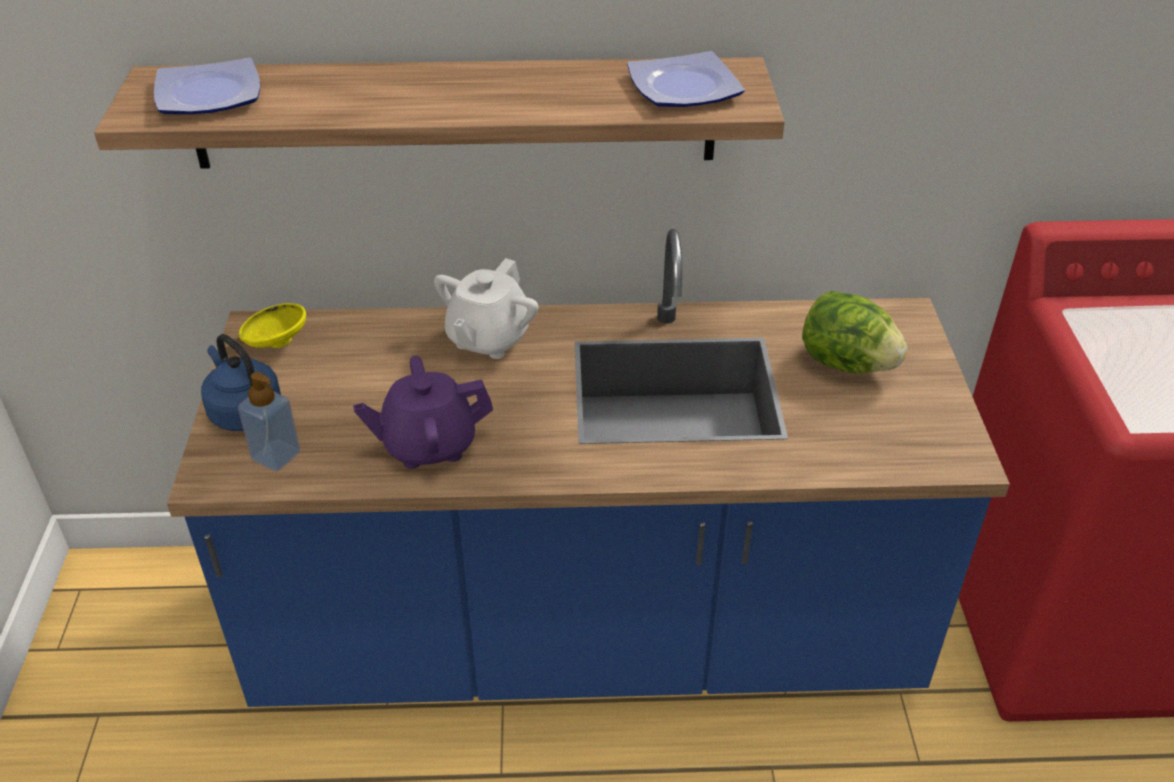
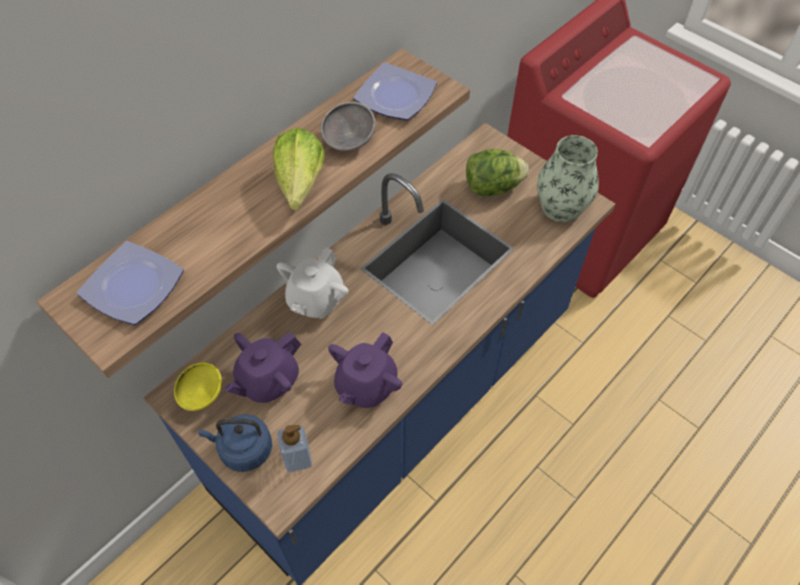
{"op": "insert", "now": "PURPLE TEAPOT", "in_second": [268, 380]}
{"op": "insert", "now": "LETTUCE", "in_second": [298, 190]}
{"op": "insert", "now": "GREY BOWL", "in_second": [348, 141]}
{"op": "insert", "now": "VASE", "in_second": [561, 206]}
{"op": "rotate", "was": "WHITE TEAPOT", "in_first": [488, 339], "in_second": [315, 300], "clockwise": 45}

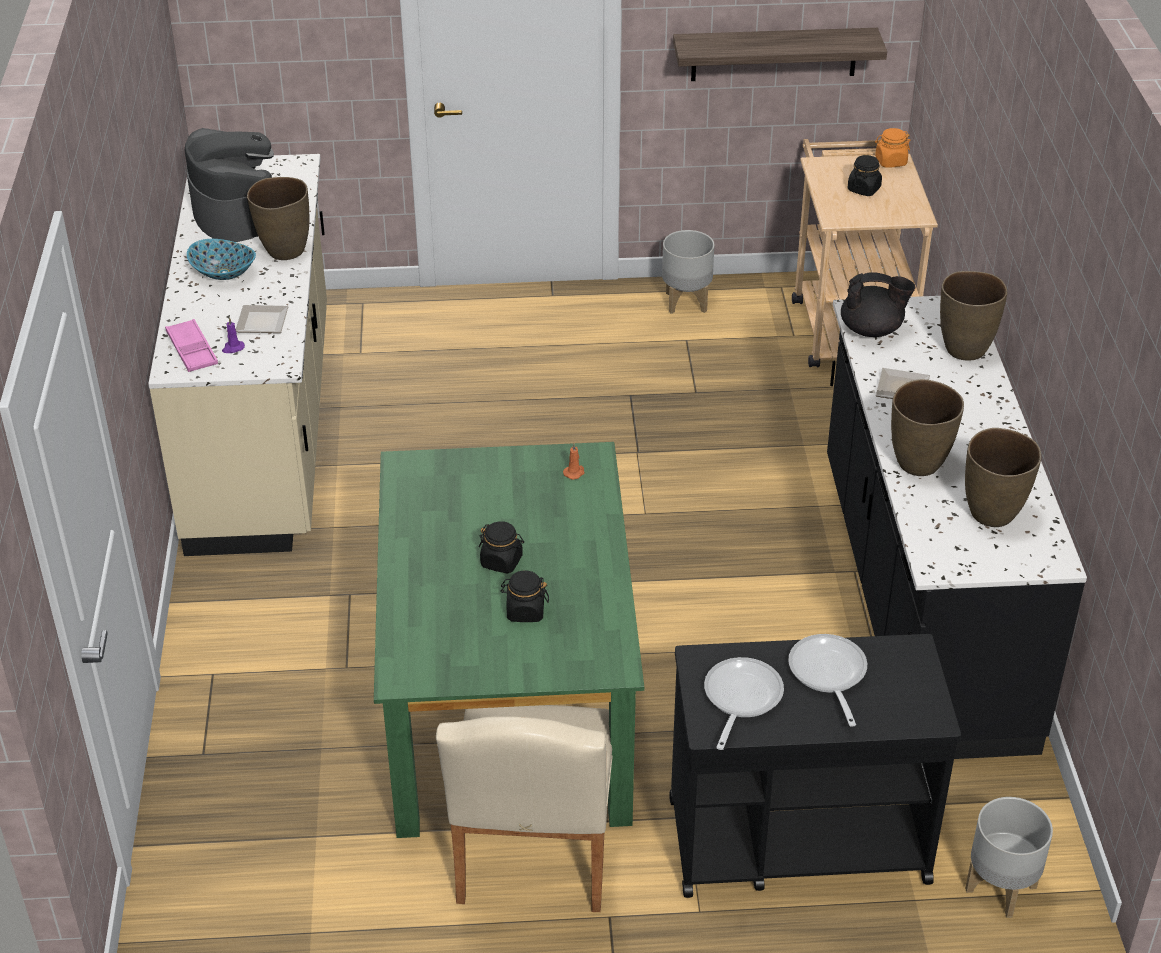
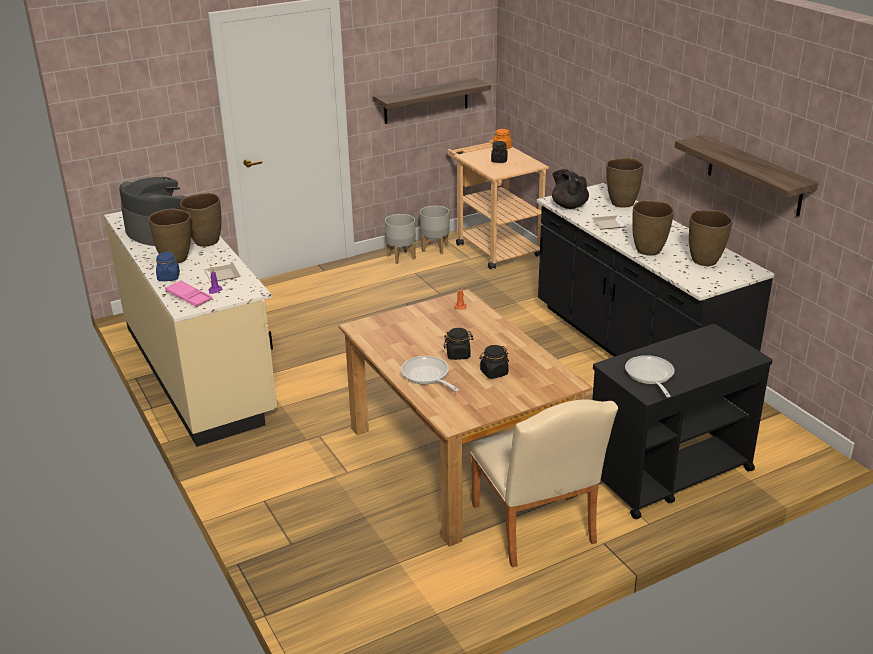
{"op": "insert", "now": "BLUE JAR", "in_second": [168, 277]}
{"op": "insert", "now": "SHELF", "in_second": [754, 176]}
{"op": "move", "was": "FRYING PAN", "in_first": [828, 675], "in_second": [427, 376]}
{"op": "move", "was": "GREY PLANTER", "in_first": [1000, 889], "in_second": [435, 248]}
{"op": "replace", "was": "BOWL", "now": "BROWN VASE", "in_first": [224, 272], "in_second": [176, 259]}
{"op": "recolor", "was": "GREEN DINING TABLE", "now": "BROWN DINING TABLE", "in_first": [511, 705], "in_second": [460, 461]}
{"op": "rotate", "was": "BLACK TEAPOT", "in_first": [872, 330], "in_second": [569, 206], "clockwise": -105}

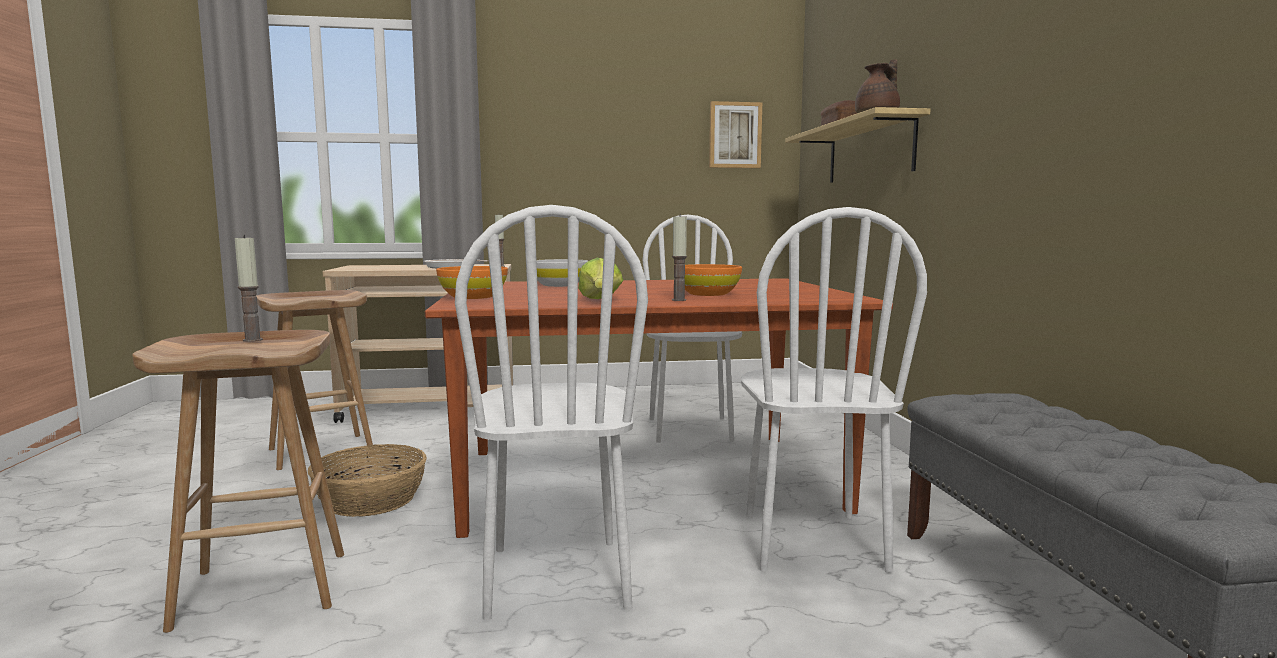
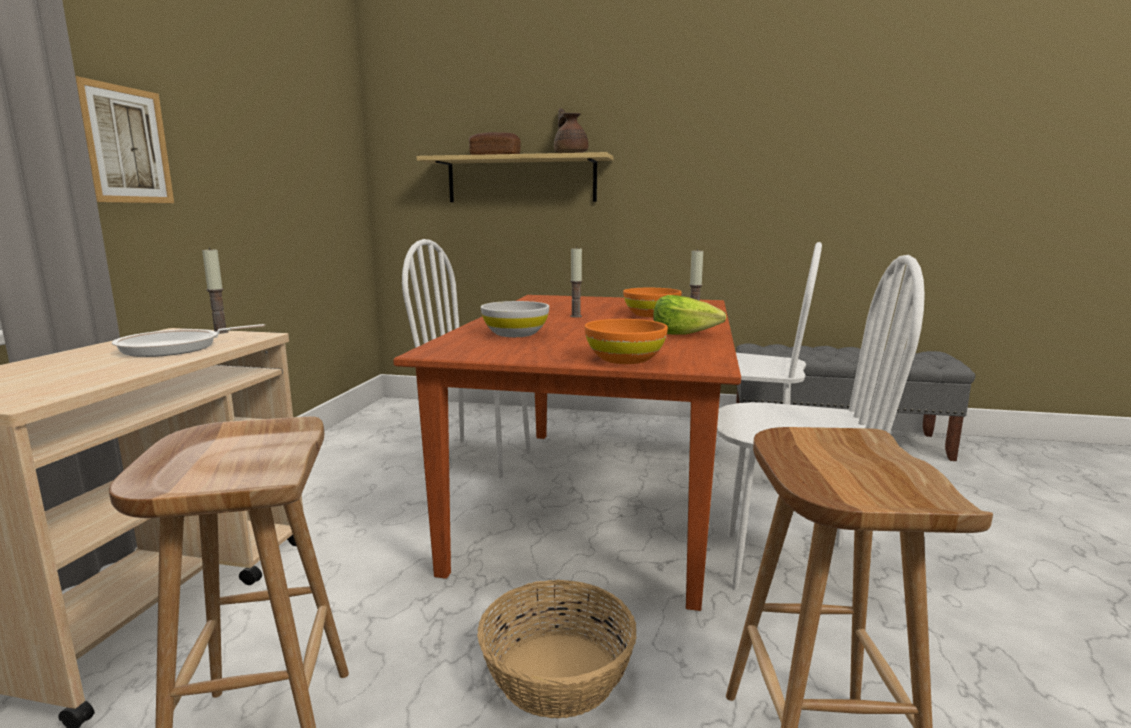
{"op": "move", "was": "CANDLE", "in_first": [252, 340], "in_second": [576, 316]}
{"op": "move", "was": "PICTURE", "in_first": [734, 135], "in_second": [122, 145]}

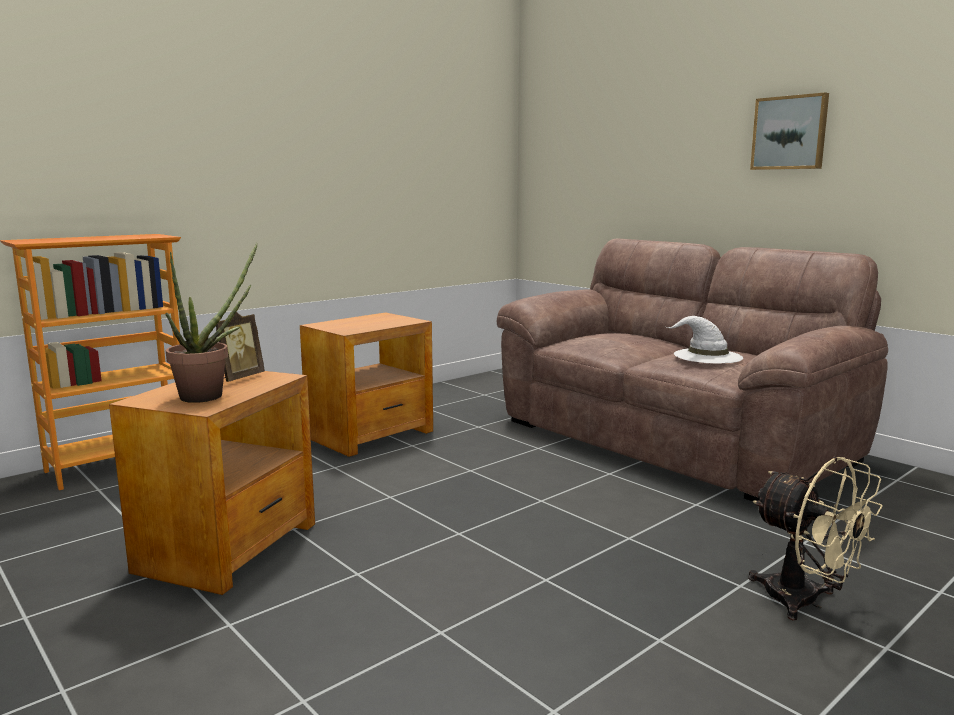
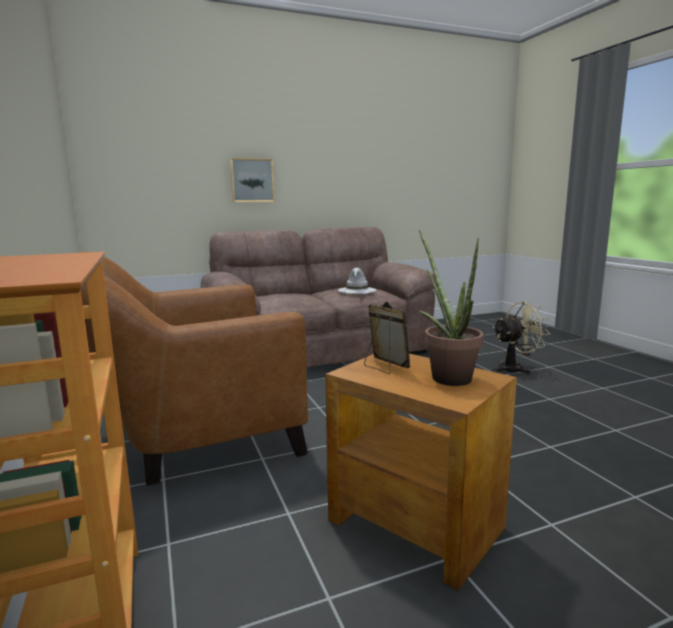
{"op": "move", "was": "PICTURE", "in_first": [790, 133], "in_second": [252, 180]}
{"op": "replace", "was": "BROWN SIDE TABLE", "now": "BROWN ARMCHAIR", "in_first": [371, 434], "in_second": [194, 434]}

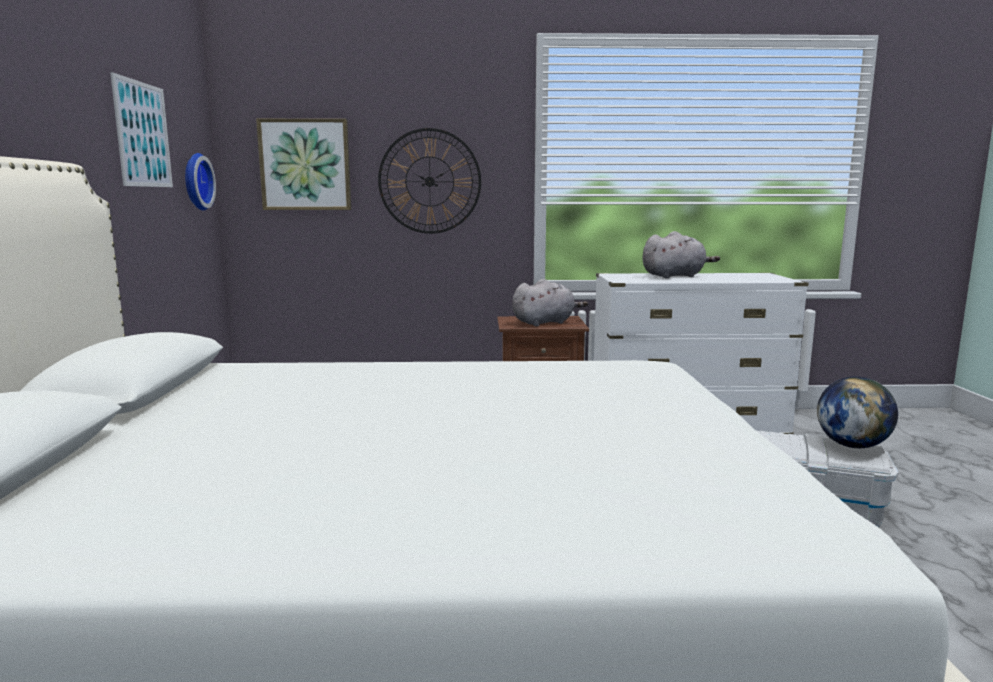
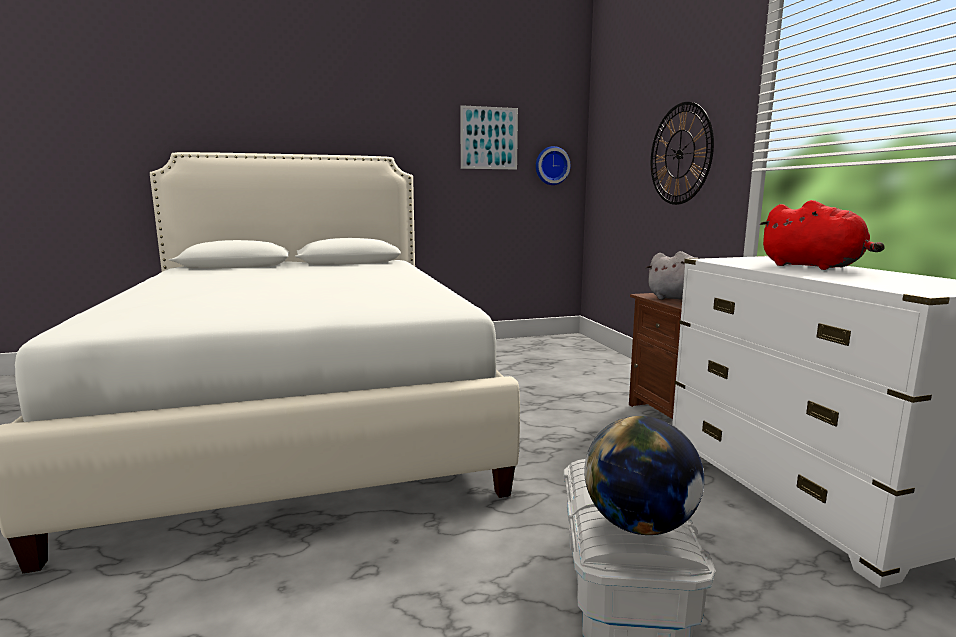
{"op": "delete", "was": "PICTURE", "in_first": [305, 165]}
{"op": "recolor", "was": "GREY PLUSH TOY", "now": "RED PLUSH TOY", "in_first": [675, 276], "in_second": [814, 267]}

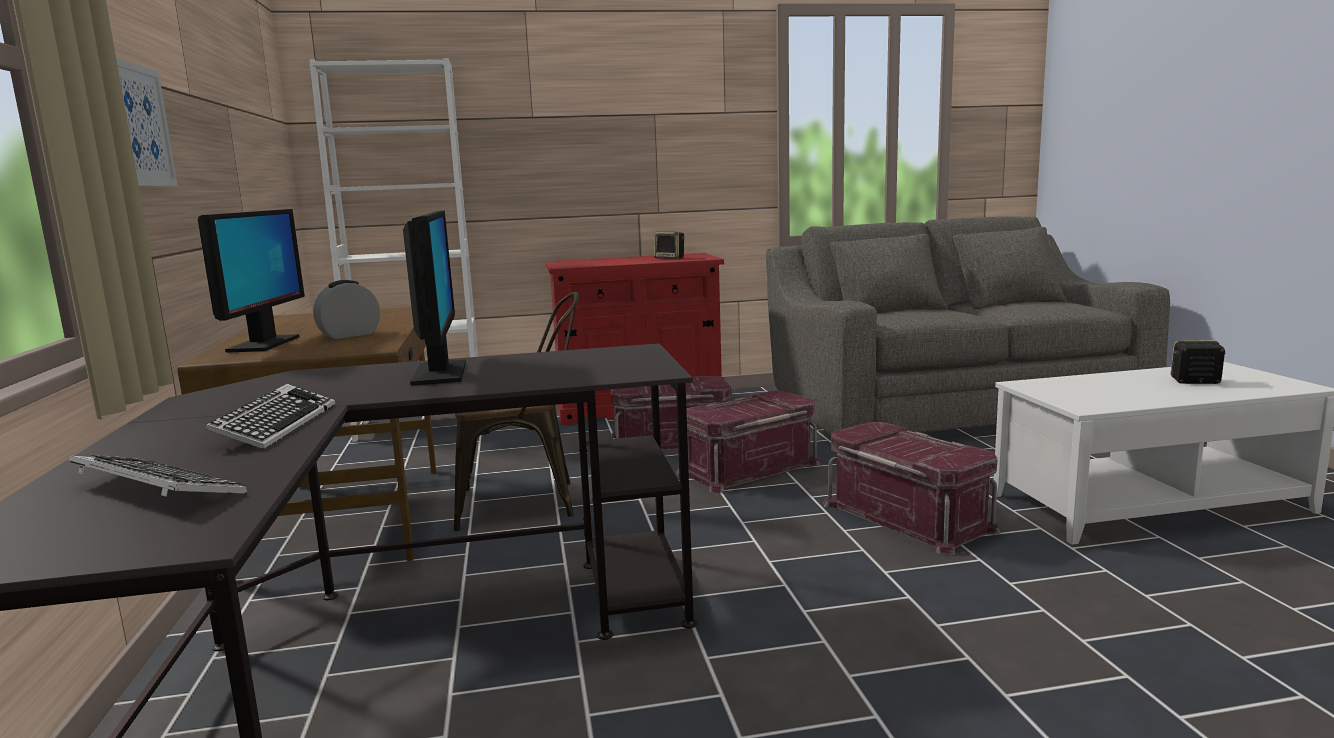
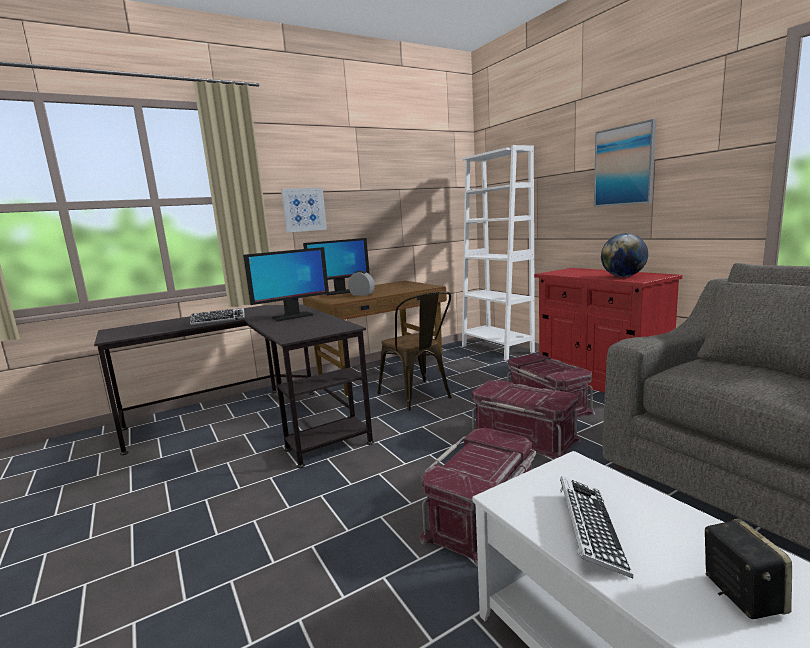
{"op": "insert", "now": "PICTURE", "in_second": [624, 166]}
{"op": "move", "was": "KEYBOARD", "in_first": [156, 490], "in_second": [590, 529]}
{"op": "replace", "was": "SPEAKER", "now": "GLOBE", "in_first": [670, 258], "in_second": [623, 276]}

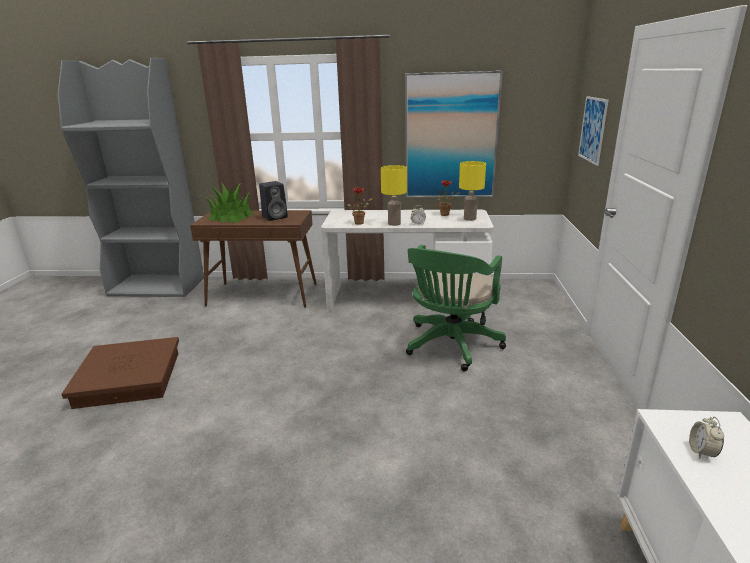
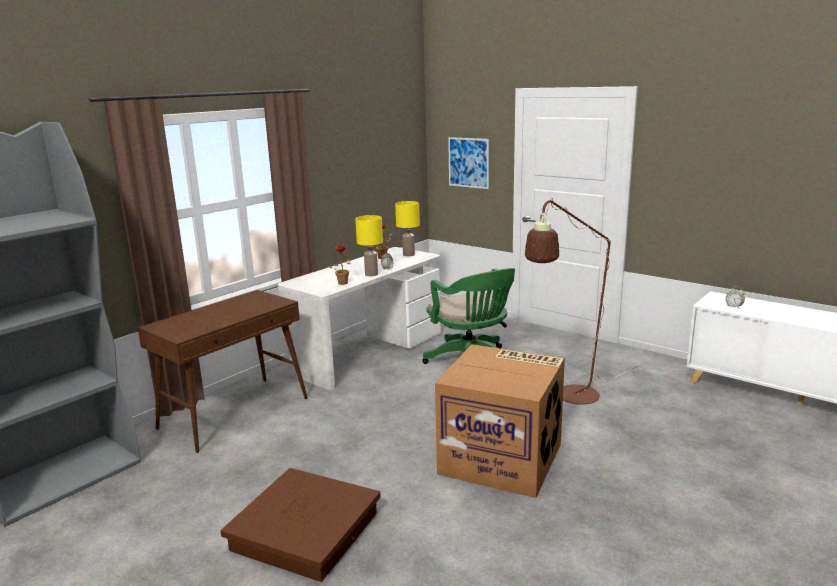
{"op": "delete", "was": "POTTED PLANT", "in_first": [231, 217]}
{"op": "delete", "was": "BLACK SPEAKER", "in_first": [275, 217]}
{"op": "delete", "was": "PICTURE", "in_first": [451, 137]}
{"op": "insert", "now": "CARDBOARD BOX", "in_second": [503, 458]}
{"op": "insert", "now": "BROWN FLOOR LAMP", "in_second": [570, 398]}

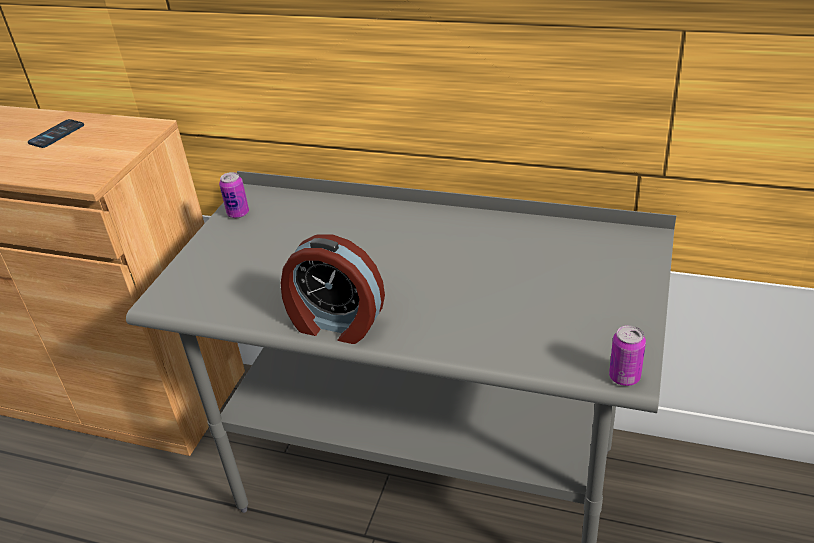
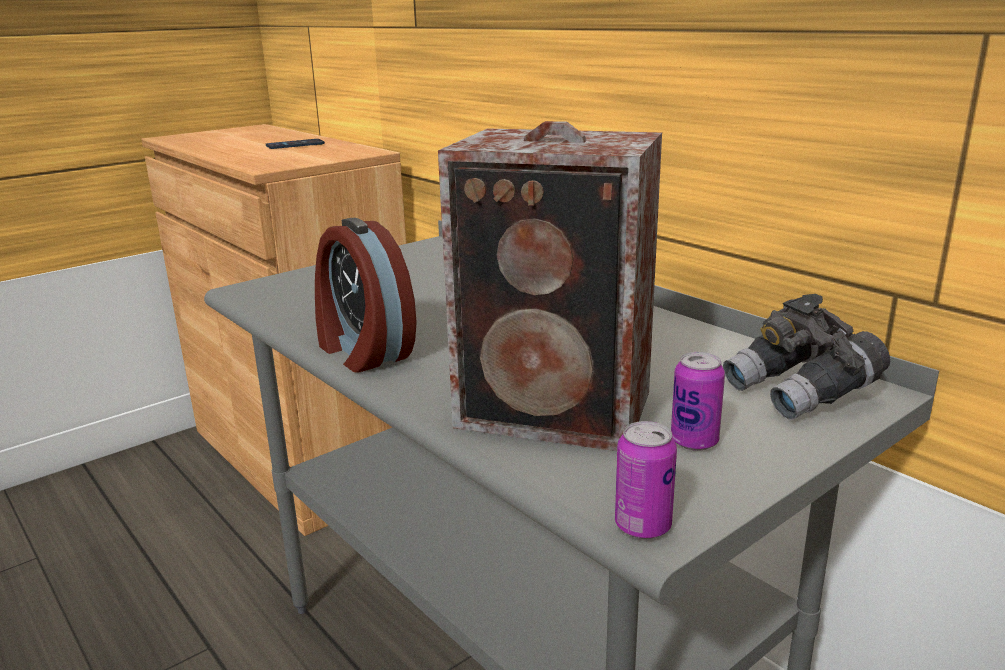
{"op": "insert", "now": "SPEAKER", "in_second": [560, 411]}
{"op": "insert", "now": "GREY BINOCULARS", "in_second": [801, 393]}
{"op": "move", "was": "CAN", "in_first": [238, 213], "in_second": [694, 441]}

